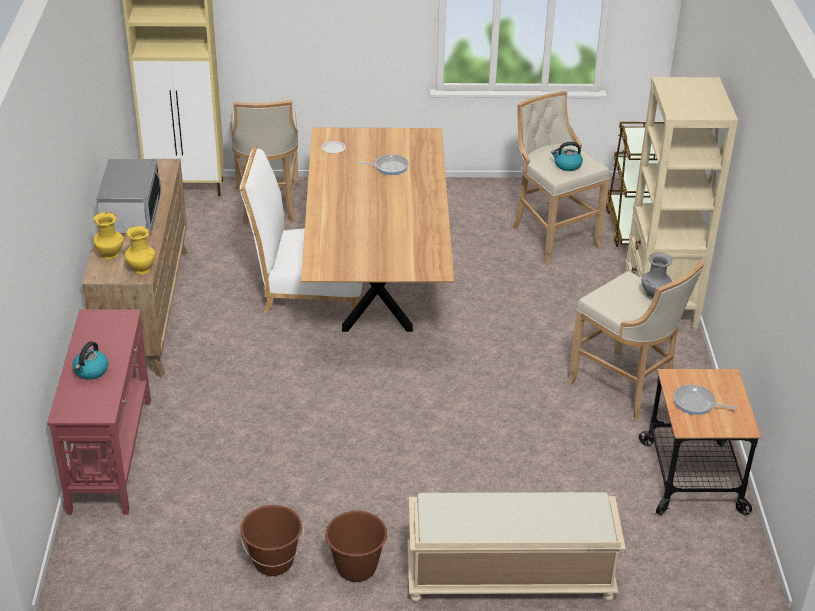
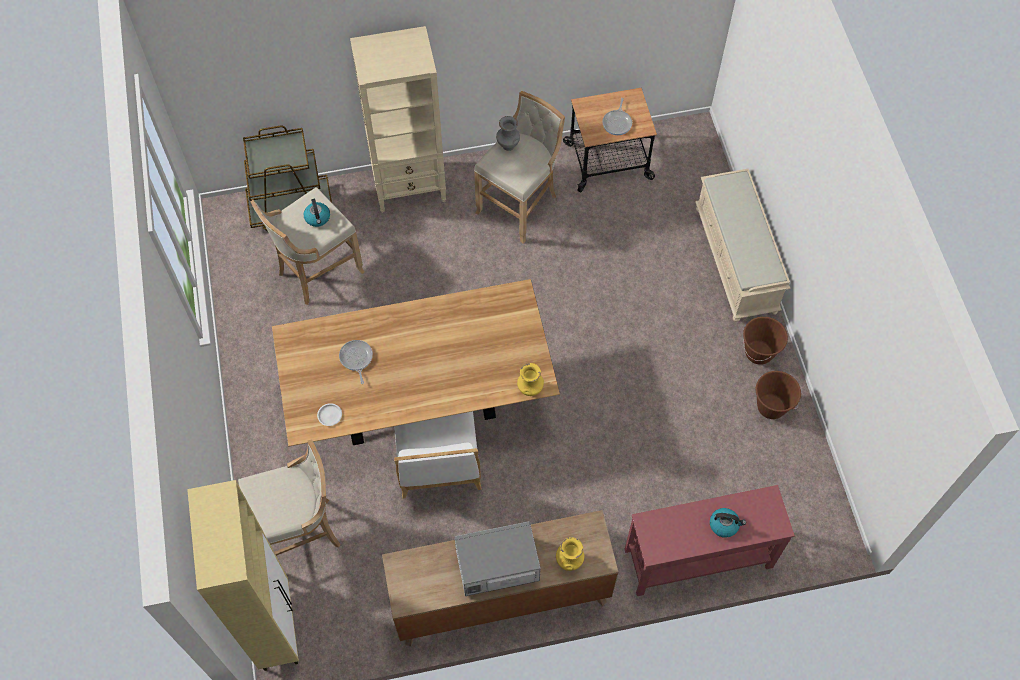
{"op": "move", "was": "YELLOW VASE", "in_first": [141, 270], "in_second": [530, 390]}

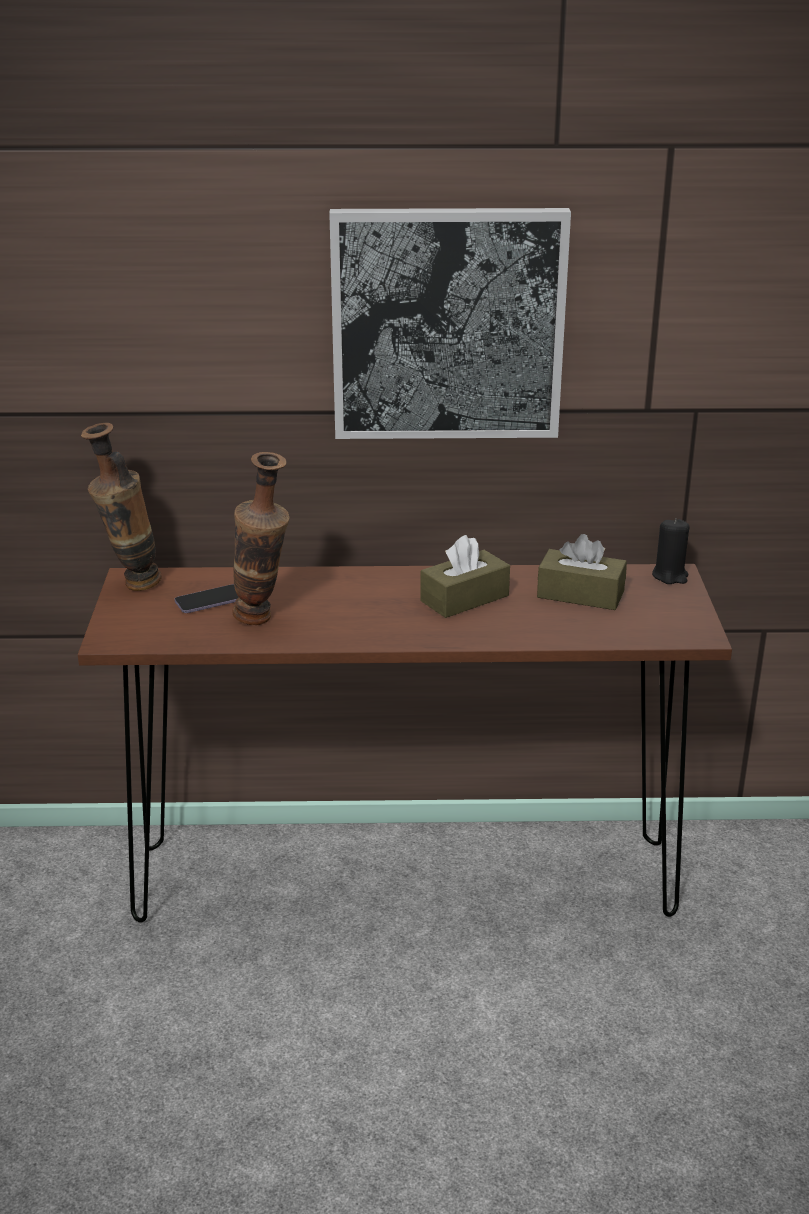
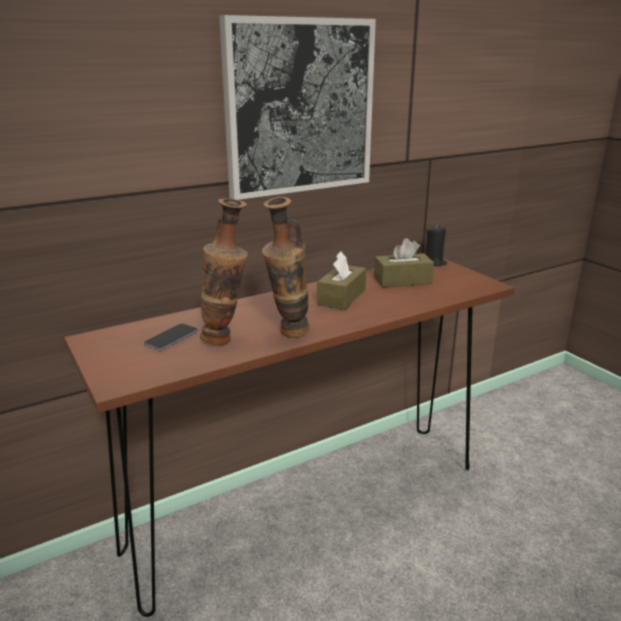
{"op": "move", "was": "VASE", "in_first": [130, 586], "in_second": [288, 335]}

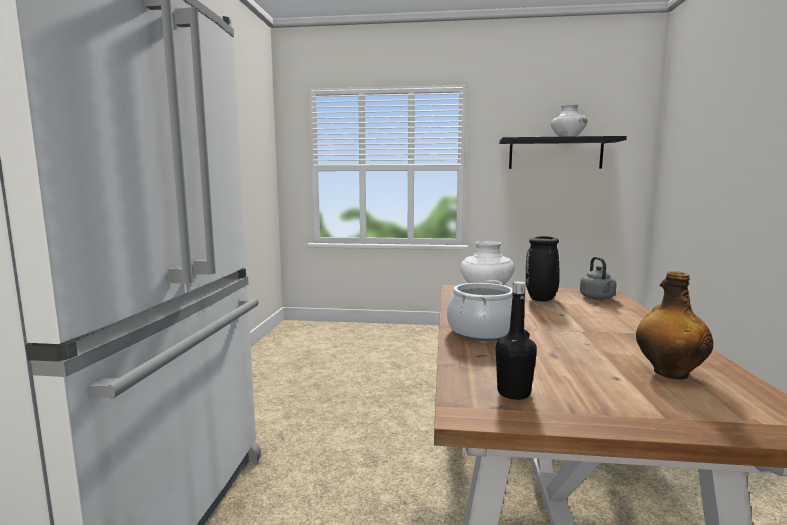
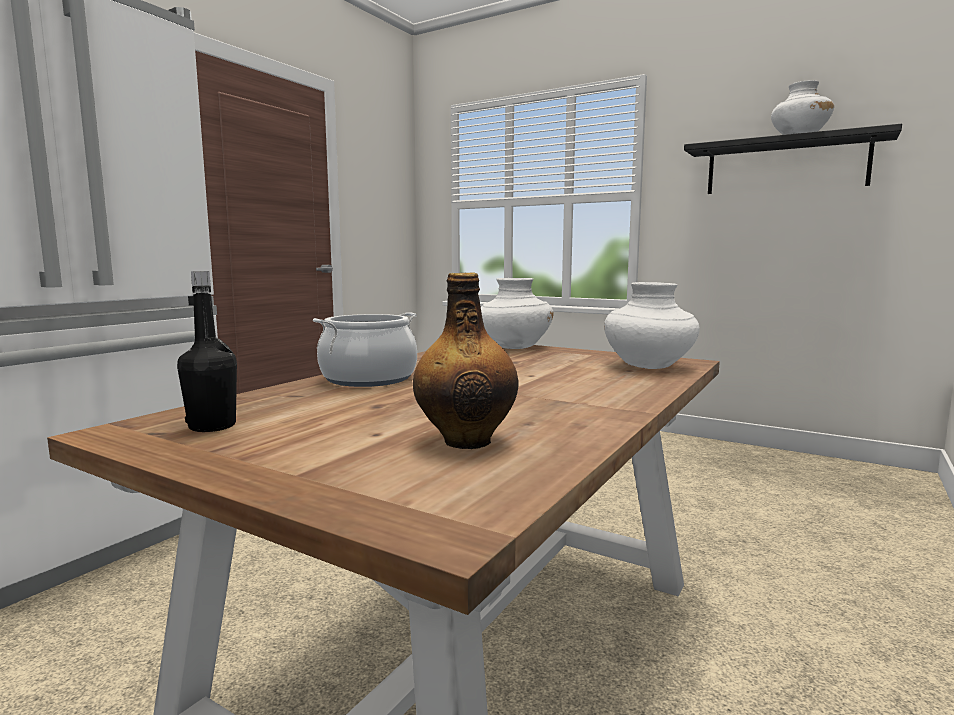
{"op": "delete", "was": "BLACK VASE", "in_first": [541, 299]}
{"op": "replace", "was": "GREY KETTLE", "now": "WHITE VASE", "in_first": [598, 298], "in_second": [649, 366]}

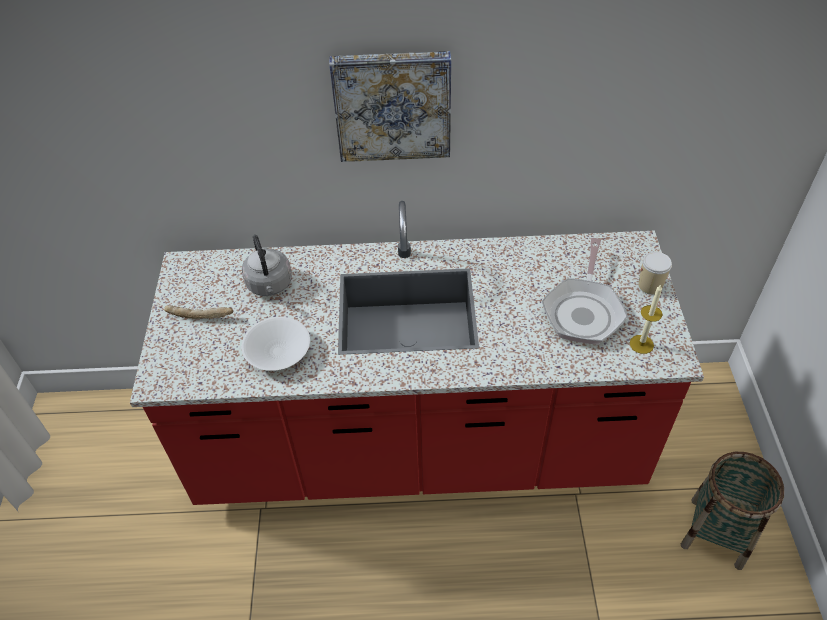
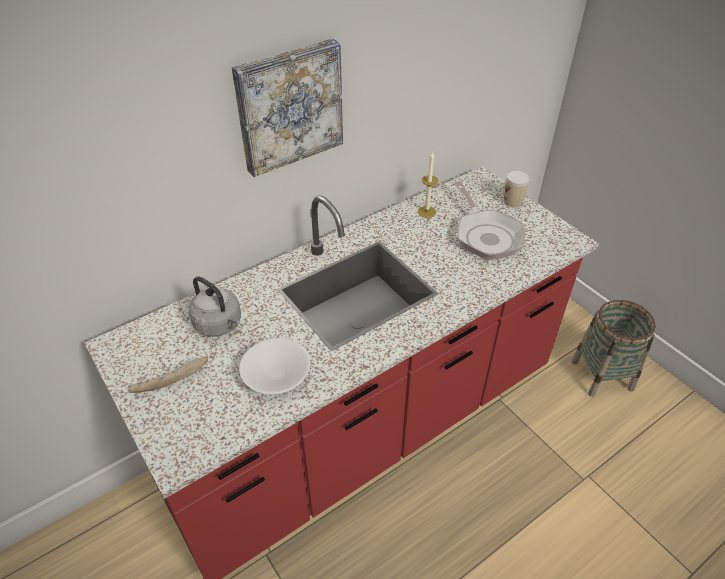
{"op": "move", "was": "CANDLE", "in_first": [641, 344], "in_second": [426, 212]}

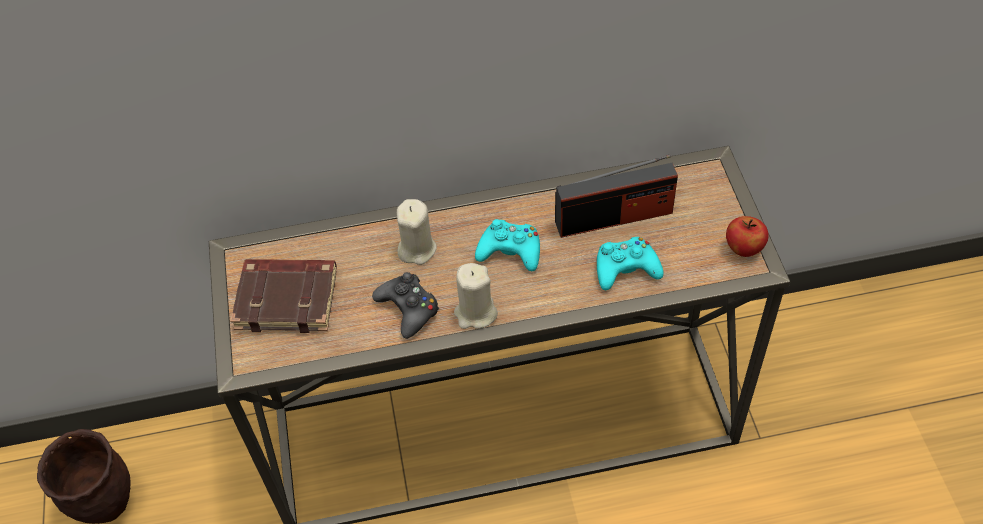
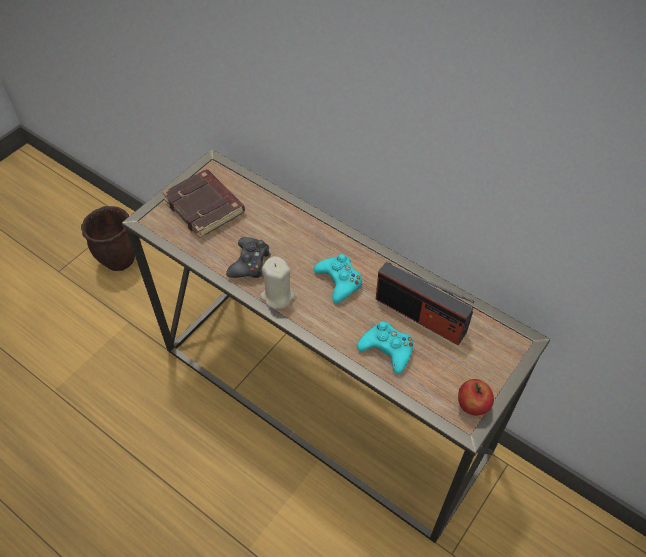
{"op": "delete", "was": "BEIGE CANDLE", "in_first": [417, 249]}

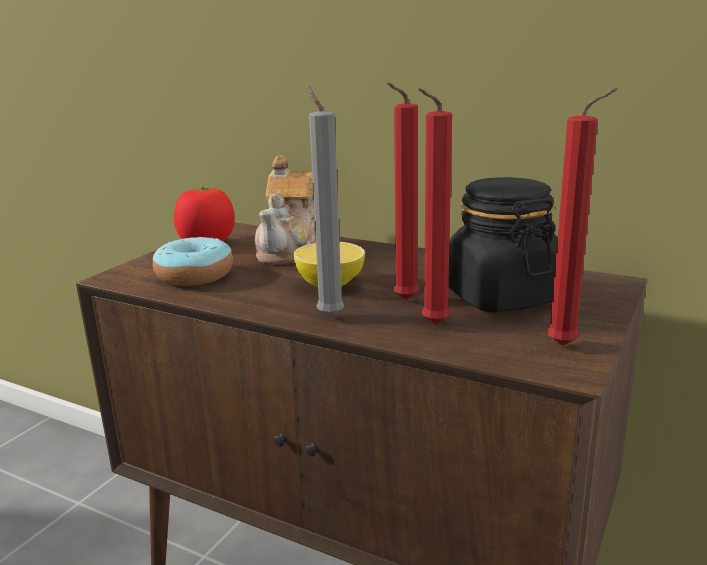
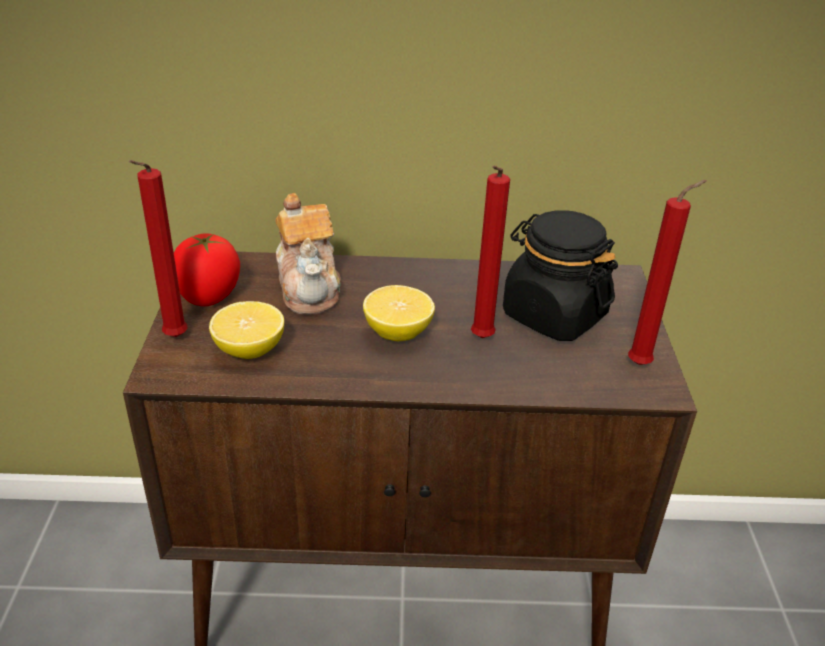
{"op": "delete", "was": "GREY CANDLE", "in_first": [328, 315]}
{"op": "move", "was": "RED CANDLE", "in_first": [431, 325], "in_second": [173, 339]}
{"op": "replace", "was": "DONUT", "now": "LEMON", "in_first": [195, 275], "in_second": [249, 350]}

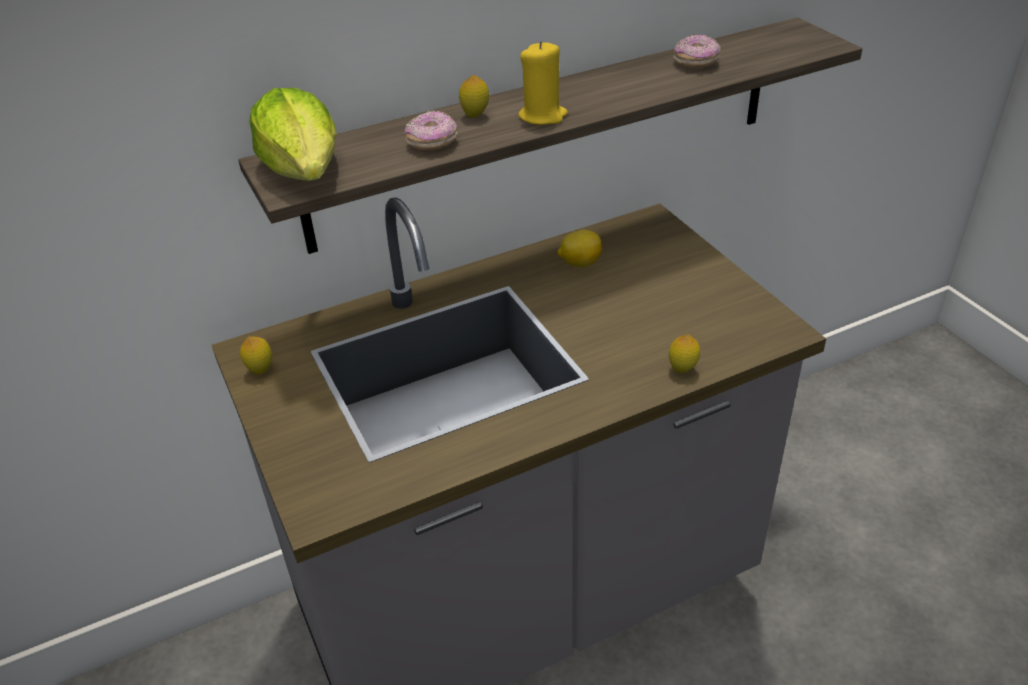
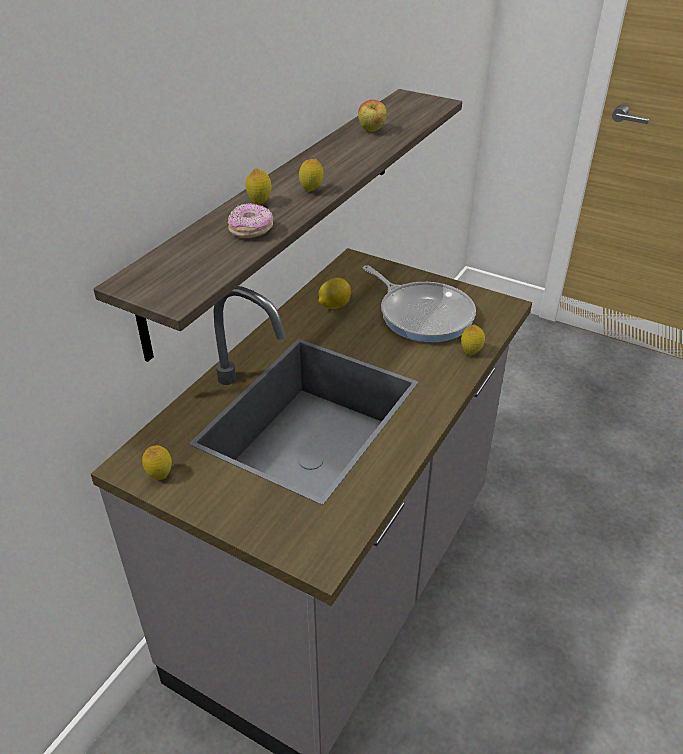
{"op": "delete", "was": "LETTUCE", "in_first": [305, 171]}
{"op": "insert", "now": "FRYING PAN", "in_second": [423, 314]}
{"op": "replace", "was": "YELLOW CANDLE", "now": "LEMON", "in_first": [543, 116], "in_second": [311, 191]}
{"op": "replace", "was": "DONUT", "now": "APPLE", "in_first": [696, 62], "in_second": [371, 131]}

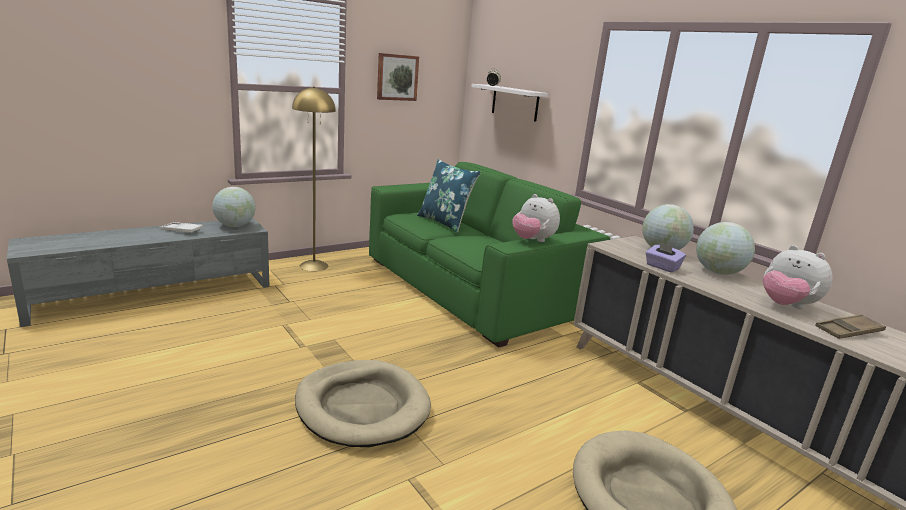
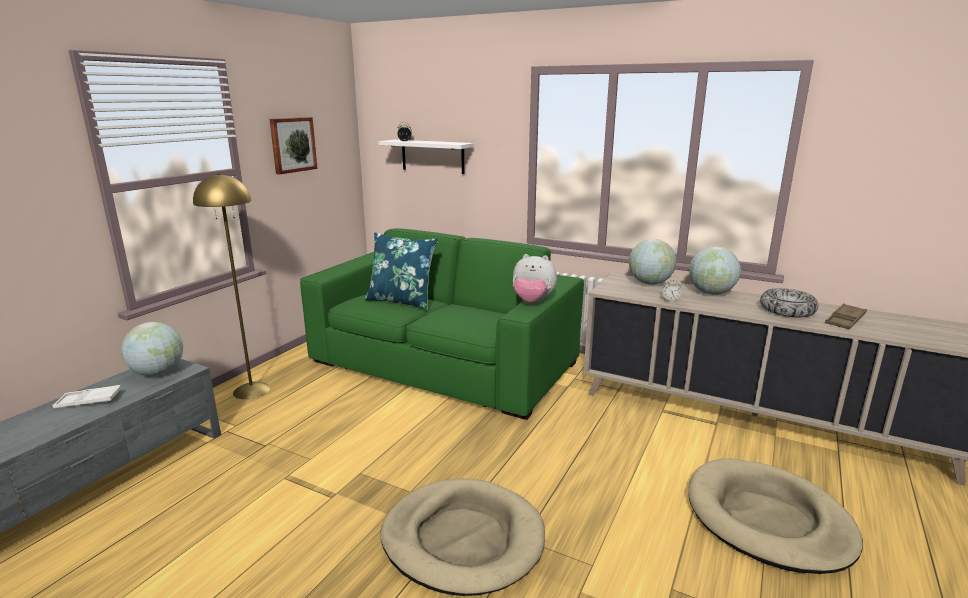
{"op": "replace", "was": "PURPLE TISSUE BOX", "now": "ALARM CLOCK", "in_first": [662, 267], "in_second": [671, 300]}
{"op": "replace", "was": "PLUSH TOY", "now": "BOWL", "in_first": [786, 306], "in_second": [787, 310]}

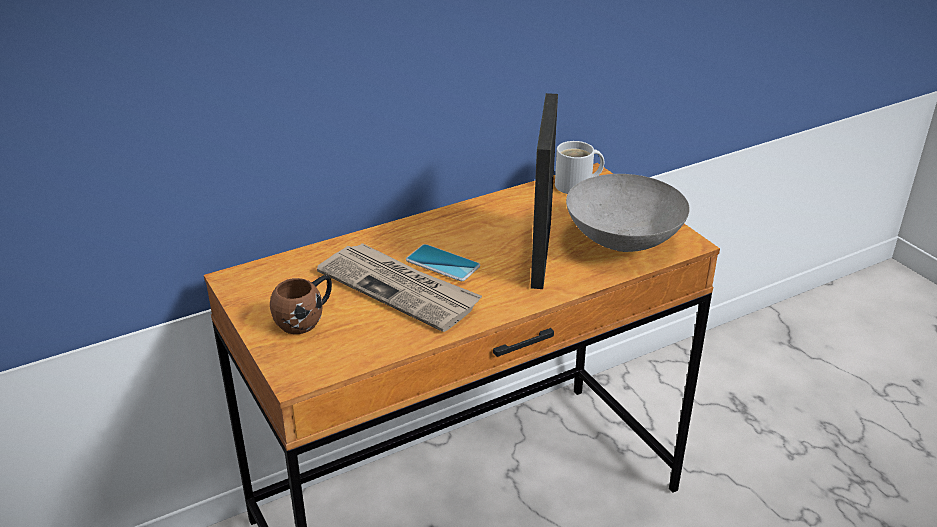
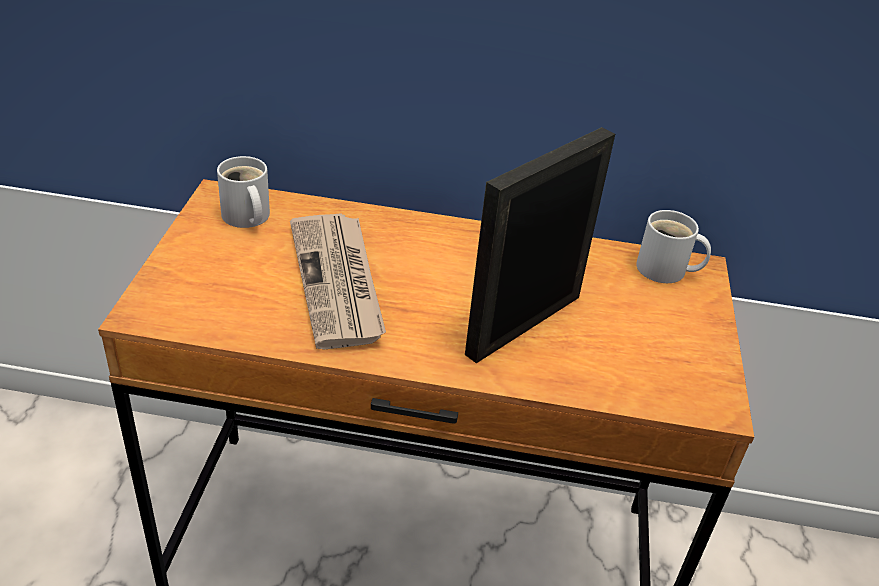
{"op": "delete", "was": "BROWN MUG", "in_first": [306, 318]}
{"op": "delete", "was": "PHONE", "in_first": [442, 264]}
{"op": "delete", "was": "GREY BOWL", "in_first": [621, 242]}
{"op": "insert", "now": "WHITE MUG", "in_second": [245, 217]}

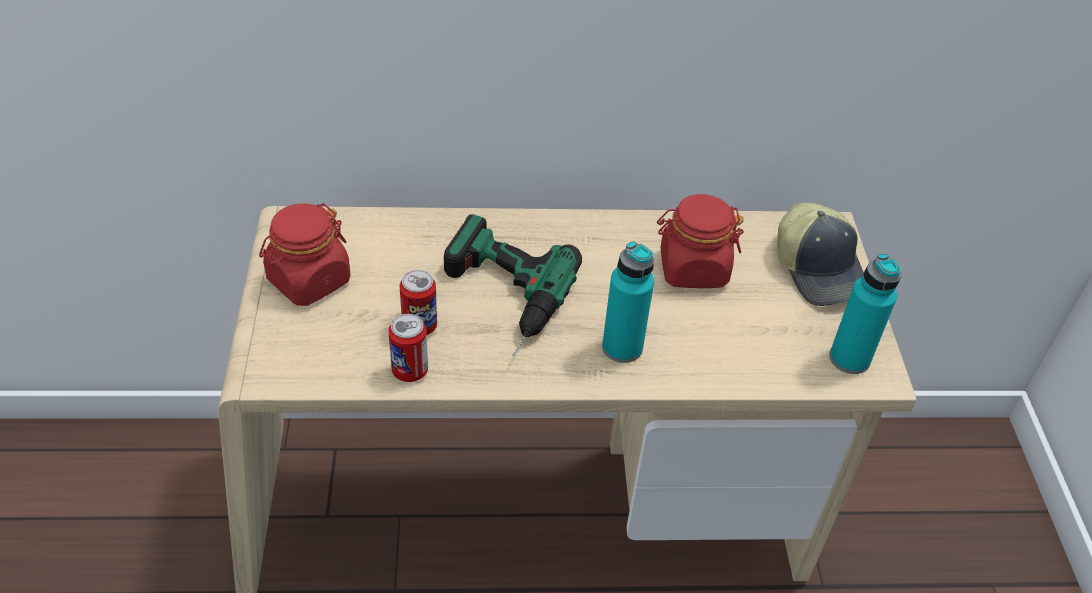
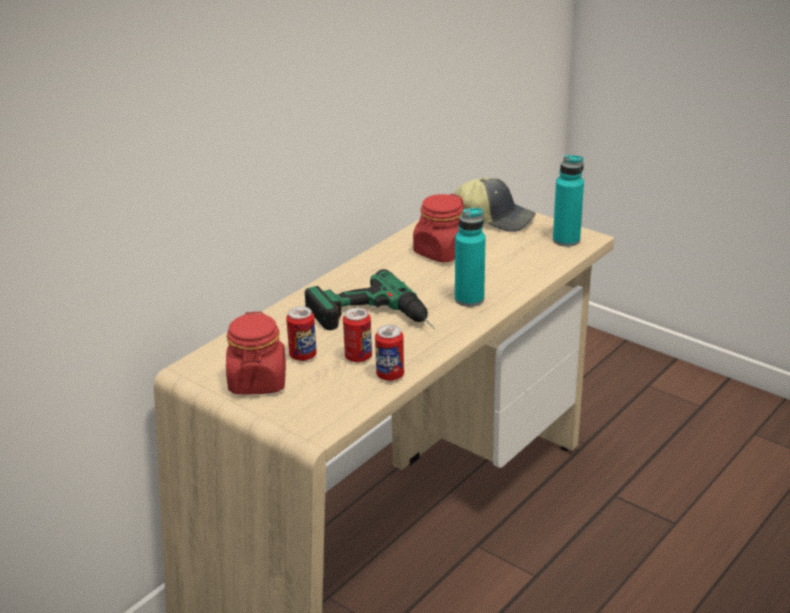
{"op": "insert", "now": "CAN", "in_second": [303, 356]}

